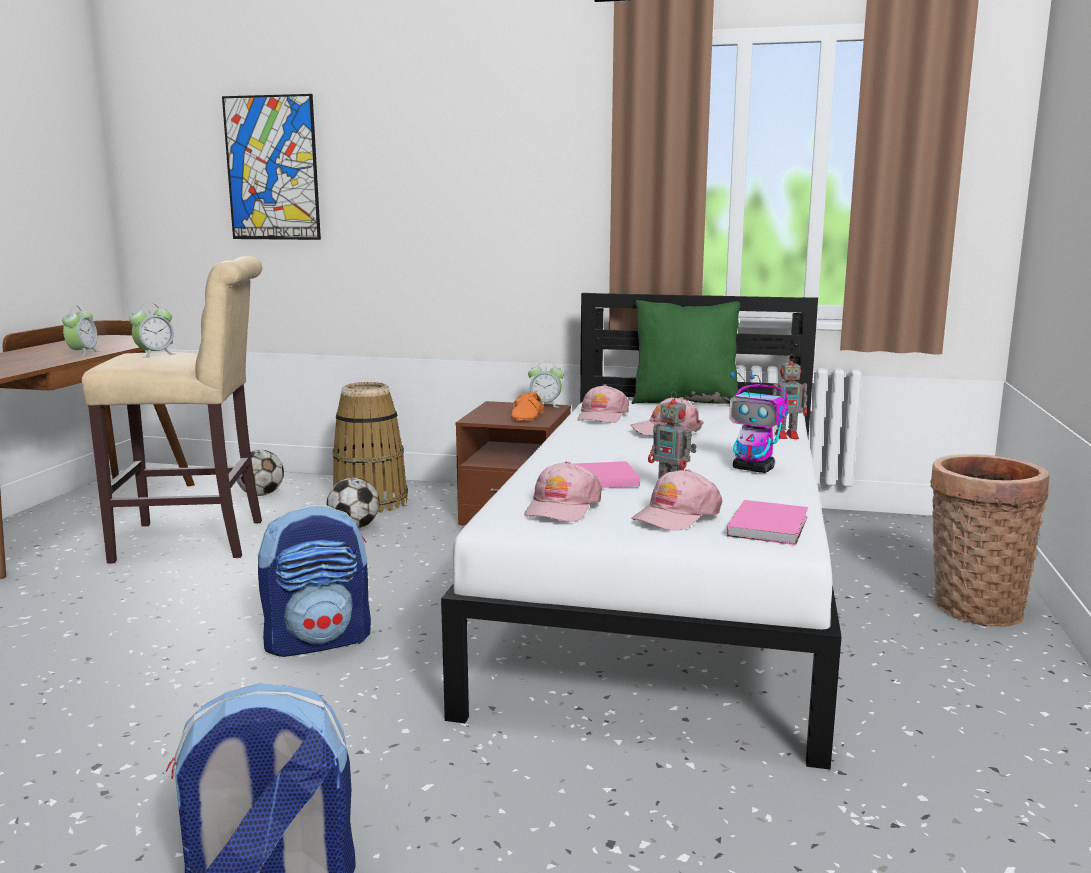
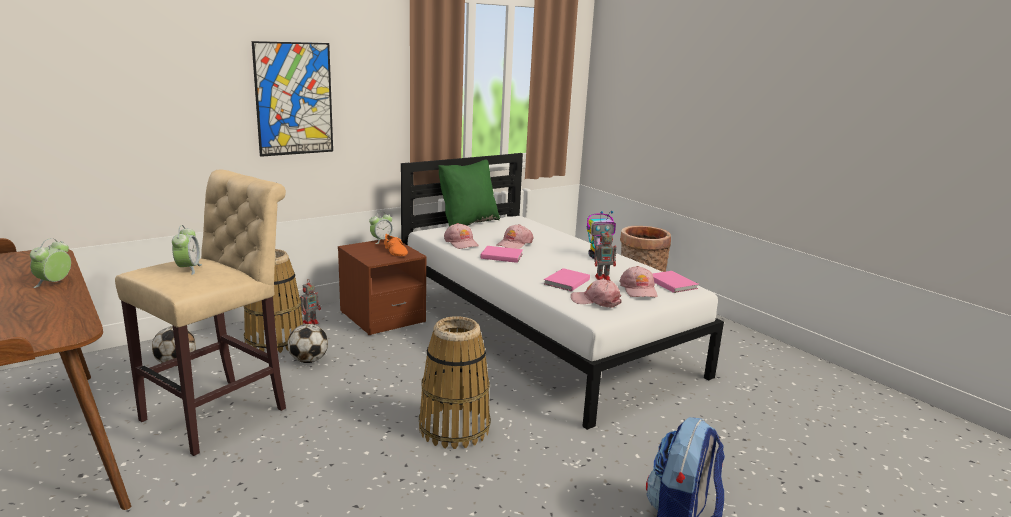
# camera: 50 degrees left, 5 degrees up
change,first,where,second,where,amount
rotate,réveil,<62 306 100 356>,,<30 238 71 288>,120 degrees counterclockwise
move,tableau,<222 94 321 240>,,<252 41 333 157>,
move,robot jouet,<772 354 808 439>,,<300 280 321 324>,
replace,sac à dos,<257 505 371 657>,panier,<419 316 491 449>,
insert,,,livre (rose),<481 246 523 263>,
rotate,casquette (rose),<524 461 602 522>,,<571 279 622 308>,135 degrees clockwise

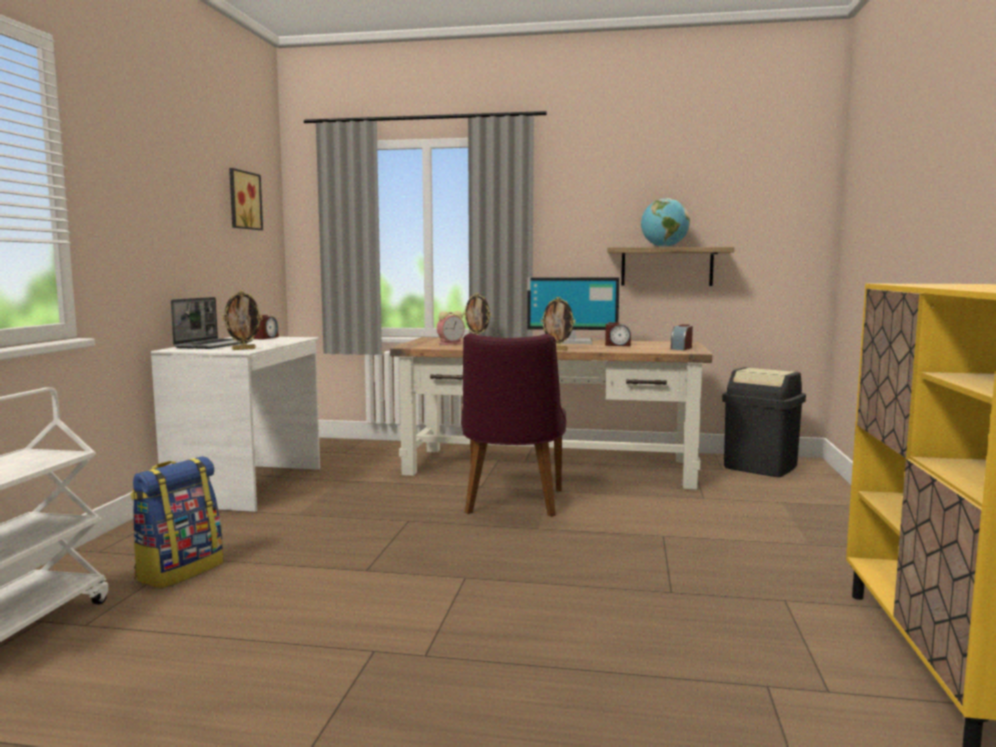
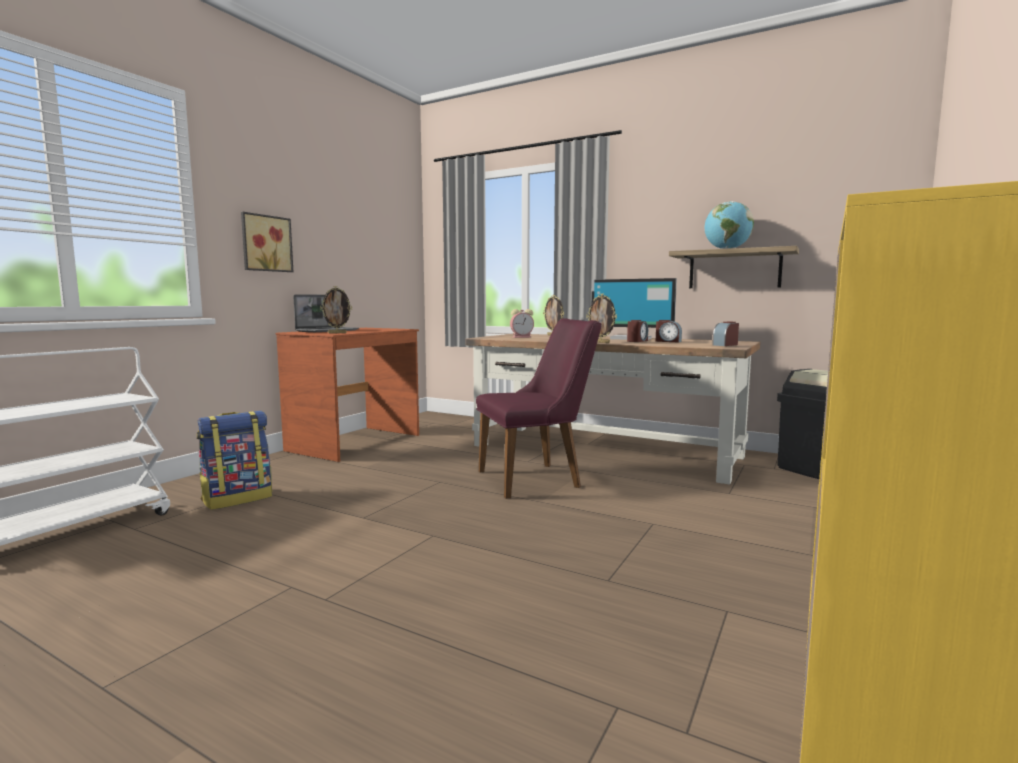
# camera: 20 degrees right, 0 degrees up
change,first,where,second,where,amount
move,tableau,<229 168 263 230>,,<241 212 293 272>,
recolor,bureau (blanc),<151 337 320 512>,bureau (marron),<275 328 419 462>,
rotate,chaise (violet),<461 333 566 517>,,<476 318 601 499>,135 degrees counterclockwise
move,réveil,<253 315 279 339>,,<627 320 648 342>,

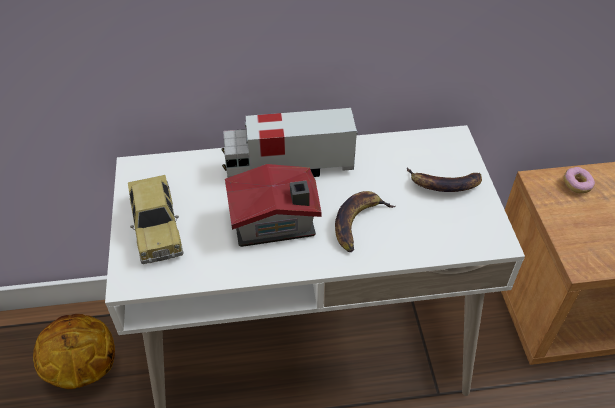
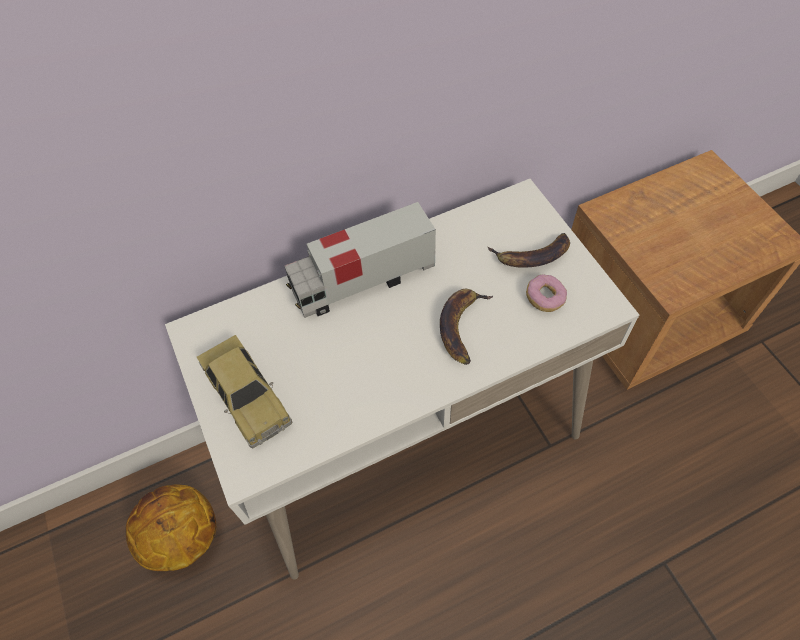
# camera: 15 degrees left, 10 degrees up
change,first,where,second,where,amount
move,beignet,<563 167 595 194>,,<526 274 567 312>,
delete,maison miniature,<225 164 322 247>,,,

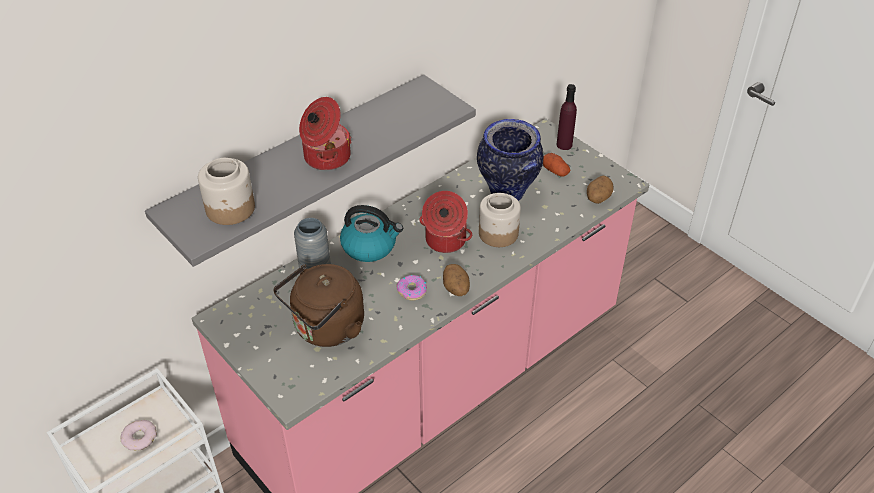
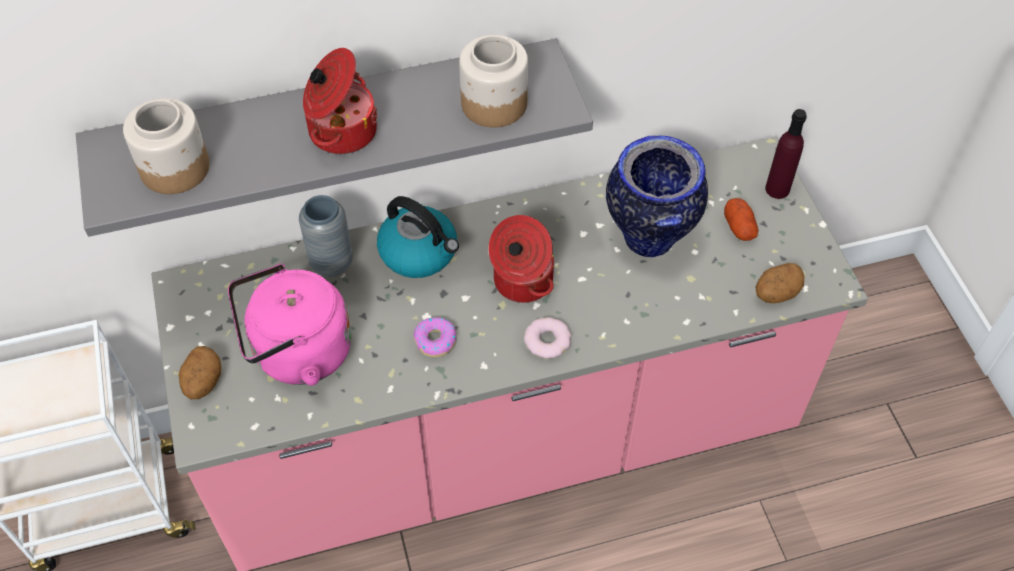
# camera: 25 degrees right, 10 degrees up
change,first,where,second,where,amount
move,pomme de terre,<443 264 470 296>,,<178 346 221 399>,
recolor,bouilloire (marron),<274 264 364 347>,bouilloire (rose),<228 264 352 385>,
move,bocal,<479 193 521 247>,,<459 35 528 127>,
move,beignet,<120 420 157 450>,,<524 317 572 359>,

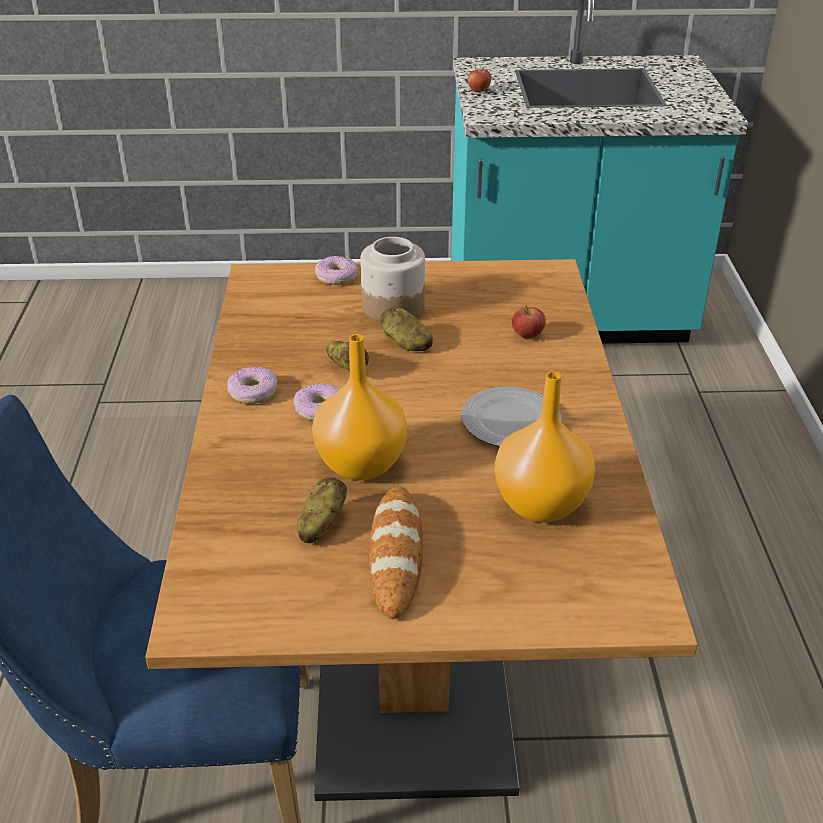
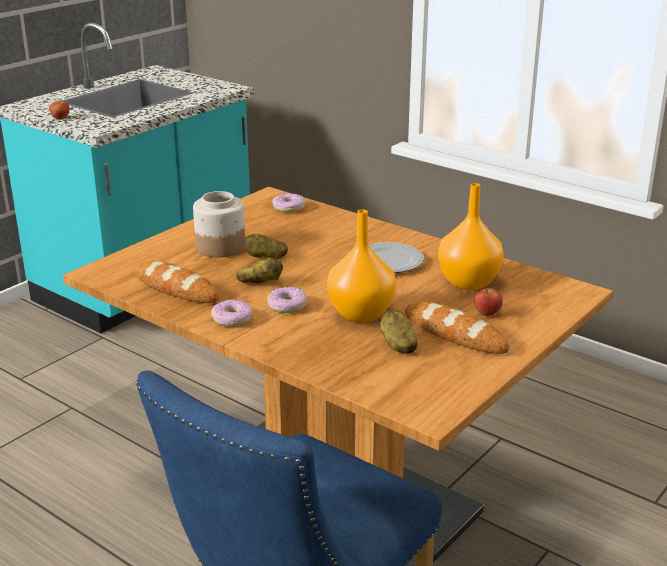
# camera: 50 degrees left, 10 degrees down
change,first,where,second,where,amount
insert,,,pain,<134 261 220 303>,
move,beignet,<315 256 358 285>,,<272 193 305 213>,
move,pomme,<512 305 546 338>,,<474 288 502 316>,

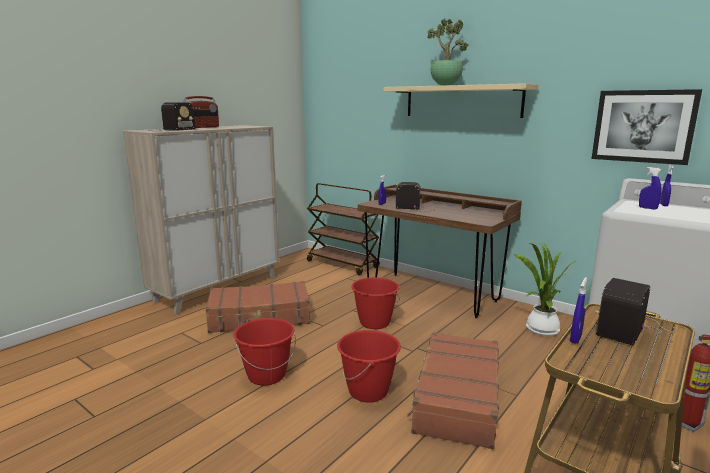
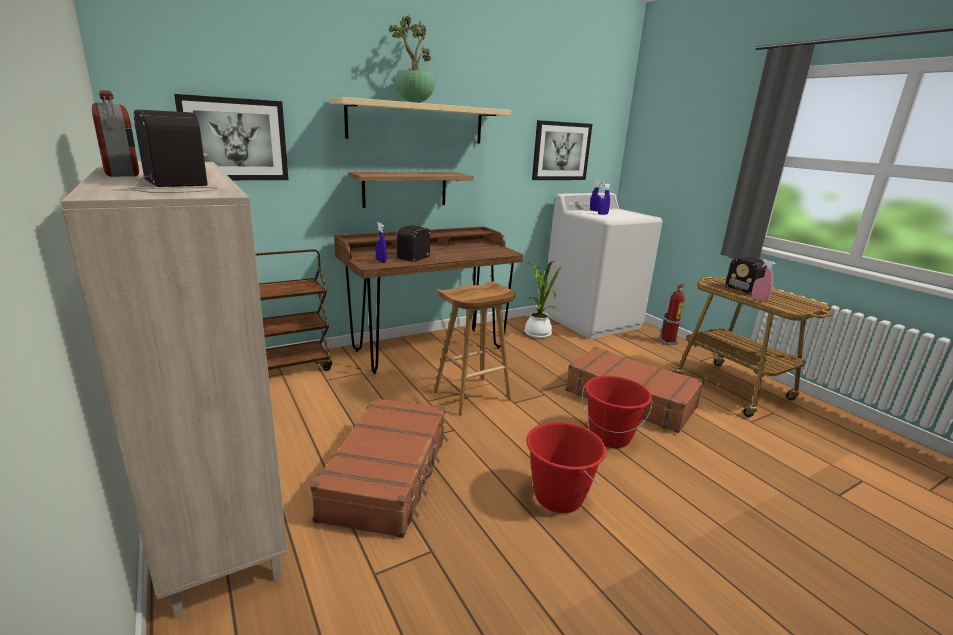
# camera: 70 degrees left, 5 degrees up
change,first,where,second,where,amount
insert,,,tableau,<174 94 288 180>,
insert,,,étagère,<348 172 473 208>,
replace,seau (rouge),<351 277 400 329>,tabouret (marron),<434 281 515 416>,
recolor,vaporisateur (bleu),<570 277 587 344>,vaporisateur (rose),<751 259 775 302>,

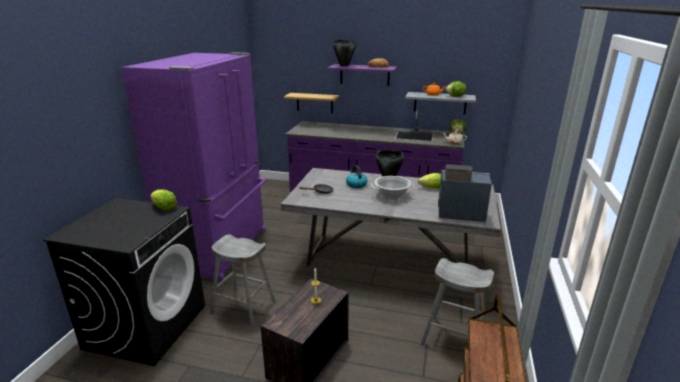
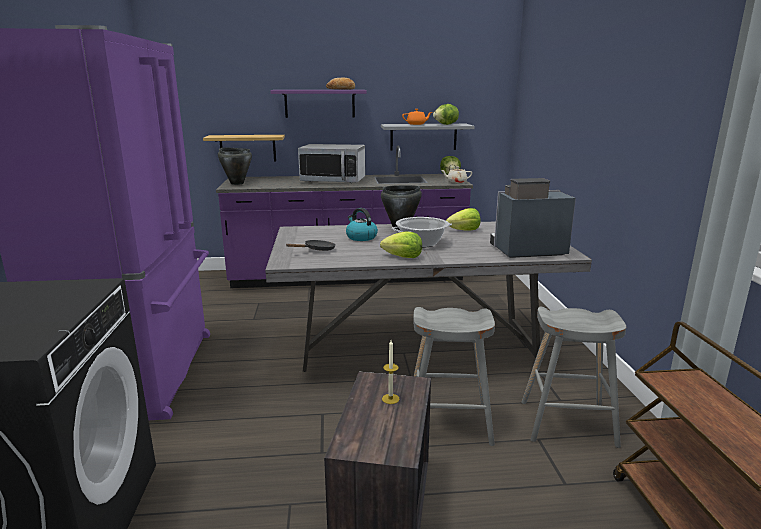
# camera: 20 degrees left, 5 degrees down
change,first,where,second,where,amount
move,marmite (noir),<333 40 356 66>,,<218 148 252 185>,
insert,,,micro-ondes,<298 144 365 183>,
move,laitue,<150 190 177 211>,,<380 231 422 258>,
move,tabouret (gris),<210 234 276 328>,,<414 307 495 446>,

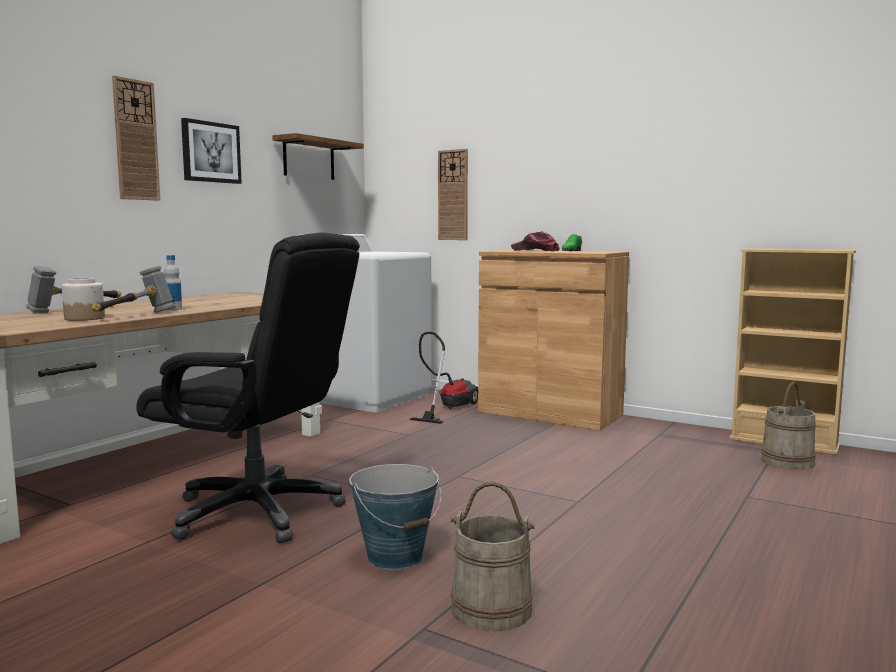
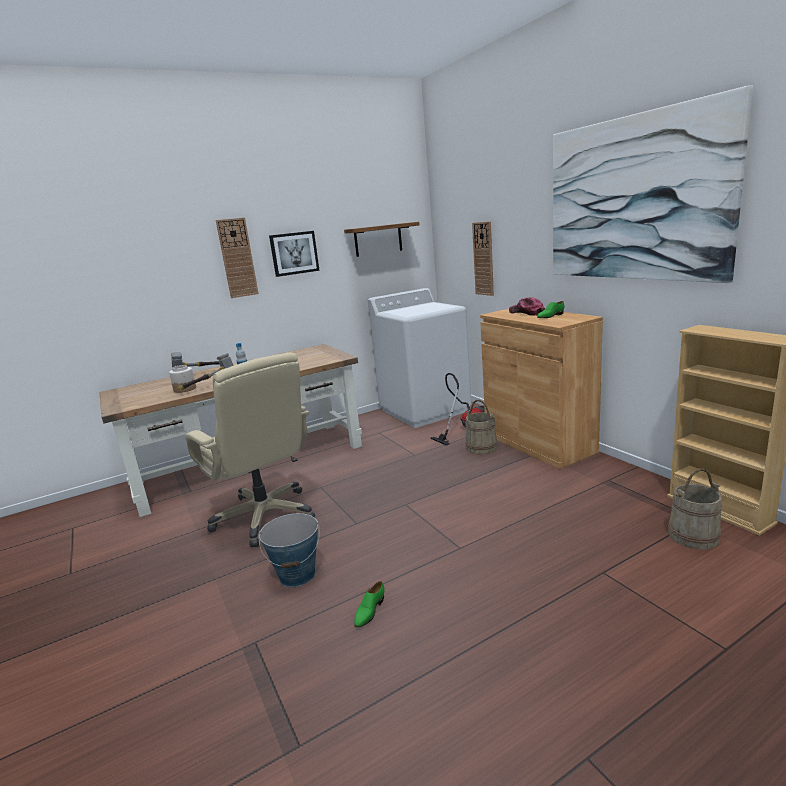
# camera: 30 degrees right, 10 degrees up
change,first,where,second,where,amount
recolor,chaise de bureau (noir),<136 233 360 543>,chaise de bureau (beige),<185 352 315 547>,
insert,,,chaussure (vert),<354 581 385 628>,
move,seau (beige),<450 481 536 632>,,<465 400 497 454>,
insert,,,tableau,<553 85 753 283>,

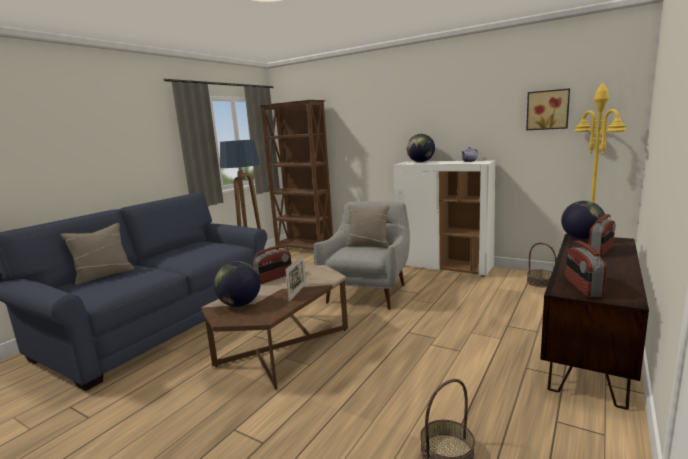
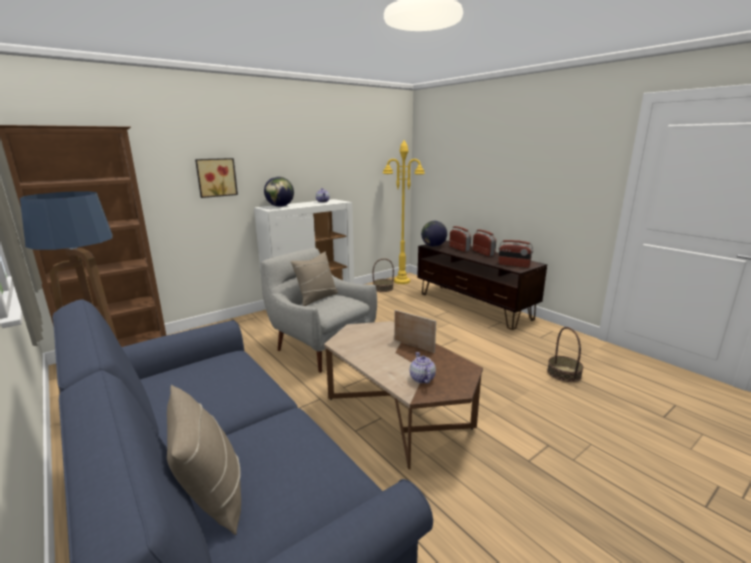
# camera: 70 degrees left, 5 degrees up
change,first,where,second,where,amount
move,tableau,<526 88 570 130>,,<195 158 238 198>,
replace,globe,<214 261 261 307>,théière,<410 352 436 383>,
move,radio,<253 245 291 284>,,<473 230 496 256>,

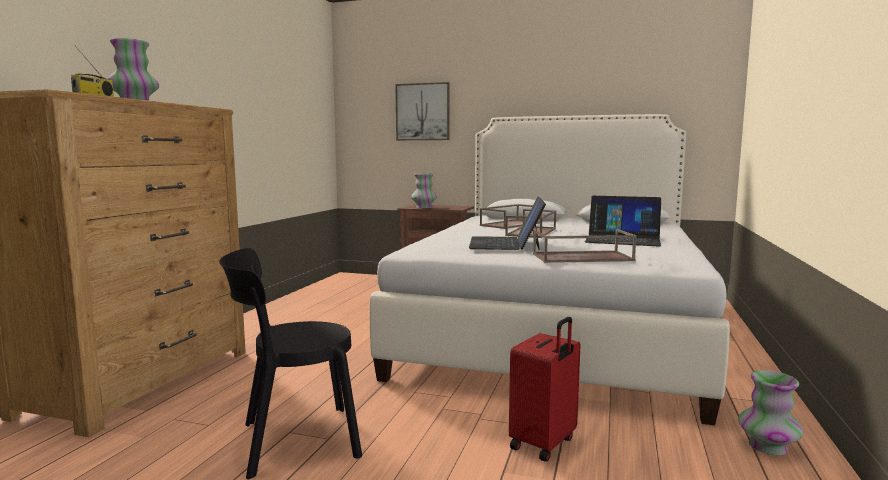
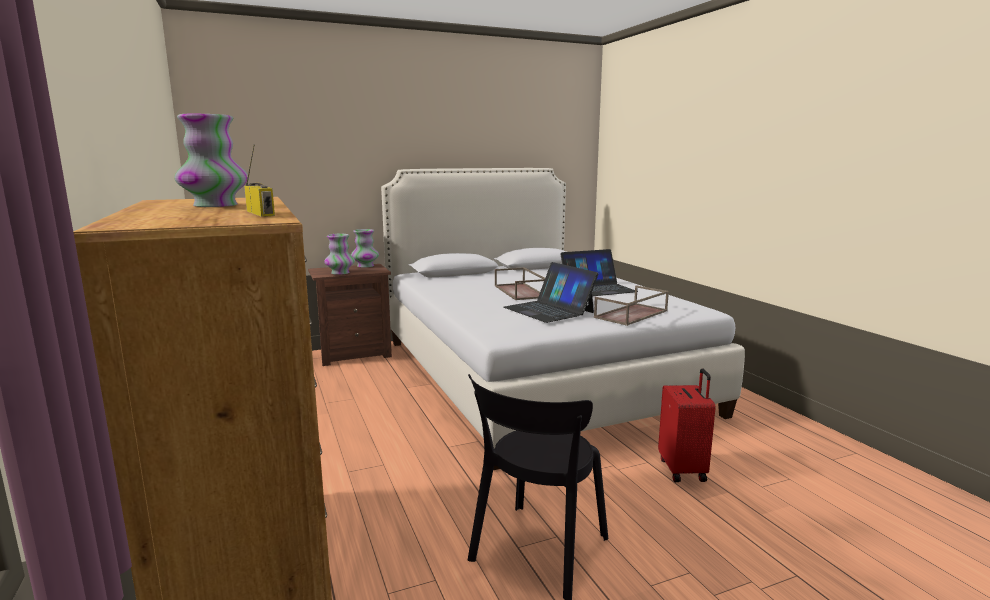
# camera: 40 degrees left, 5 degrees up
change,first,where,second,where,amount
move,vase,<738 370 804 455>,,<351 229 379 268>,
delete,tableau,<395 82 450 140>,,,
delete,plateau (marron),<480 204 542 229>,,,

